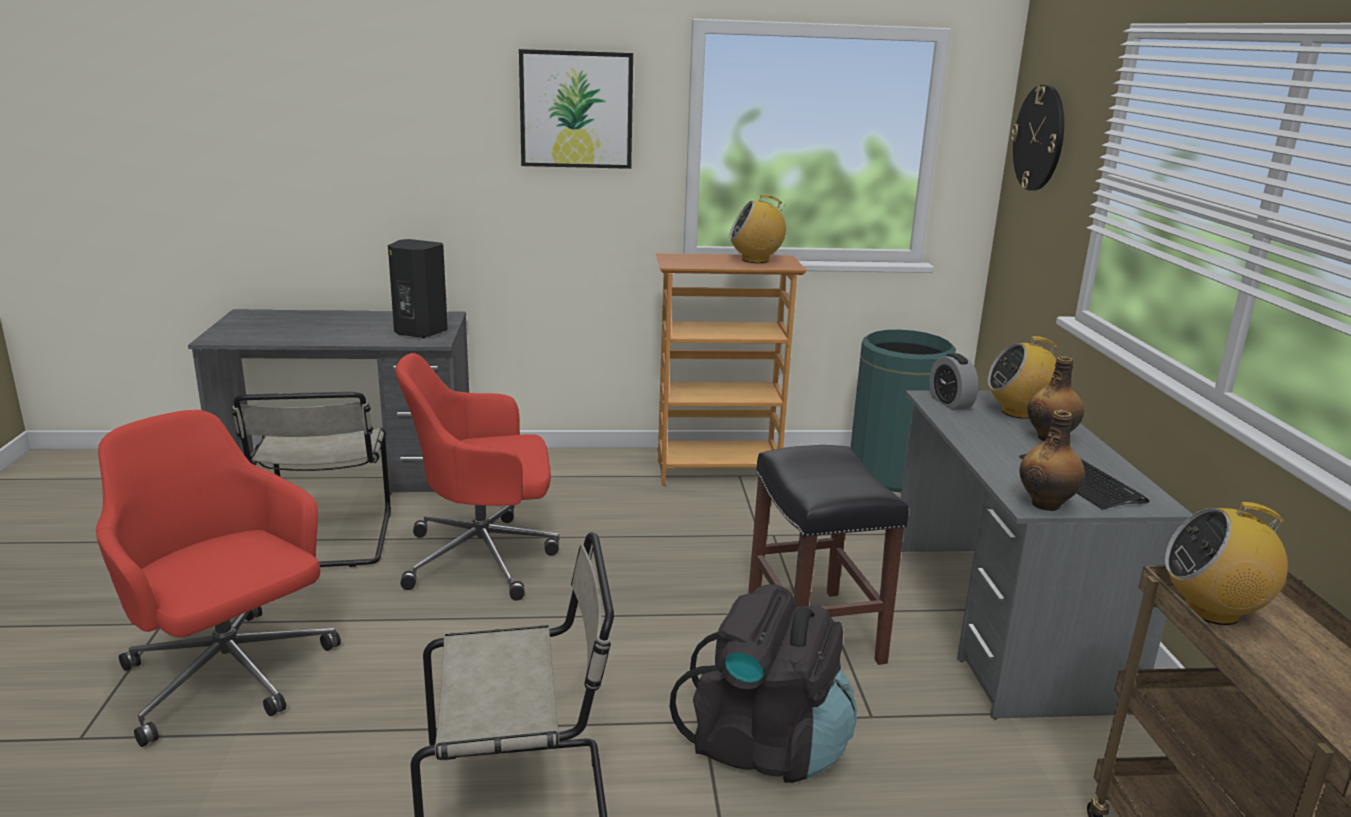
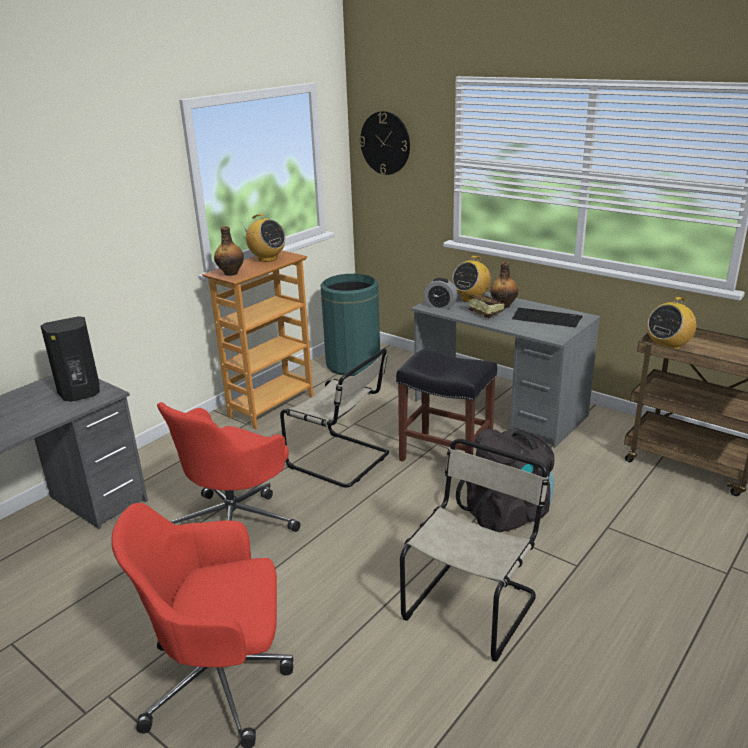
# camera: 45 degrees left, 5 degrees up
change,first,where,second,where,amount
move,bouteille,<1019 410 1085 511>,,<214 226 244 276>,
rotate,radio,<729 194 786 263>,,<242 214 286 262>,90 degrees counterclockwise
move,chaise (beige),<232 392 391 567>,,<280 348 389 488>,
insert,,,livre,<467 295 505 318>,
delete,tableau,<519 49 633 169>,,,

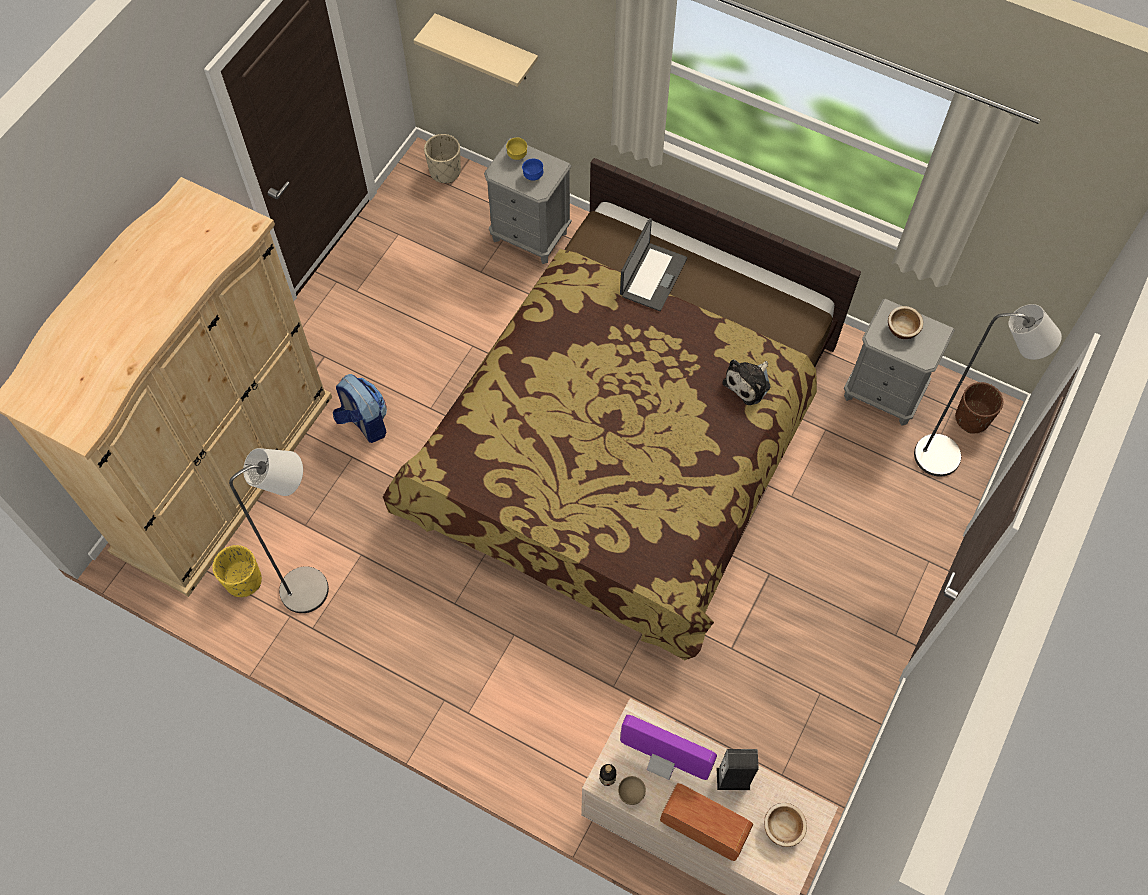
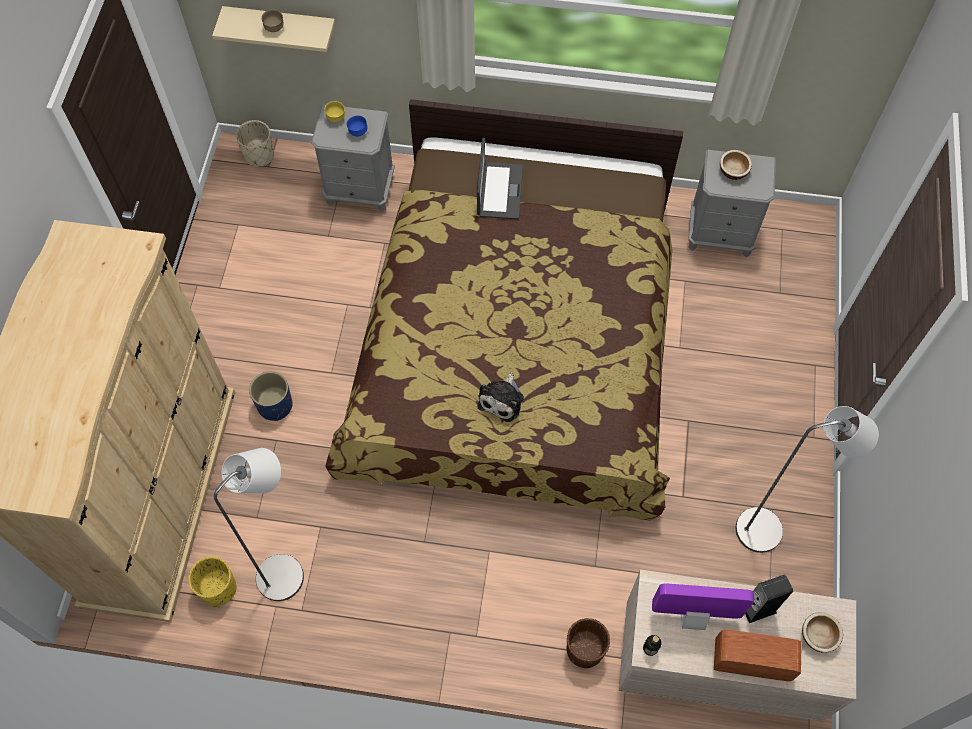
# camera: 20 degrees left, 0 degrees up
change,first,where,second,where,amount
replace,sac à dos,<333 374 387 443>,cache-pot (bleu),<249 371 293 421>,
move,bol (marron),<618 776 646 805>,,<261 9 284 32>,
move,peluche,<722 360 771 405>,,<477 373 524 422>,
move,cache-pot (marron),<955 382 1003 434>,,<567 618 610 668>,
move,lampadaire (gris),<914 304 1062 477>,,<736 406 879 553>,

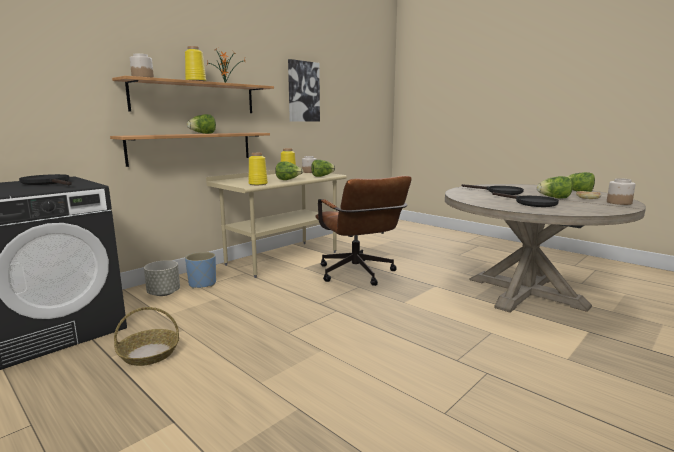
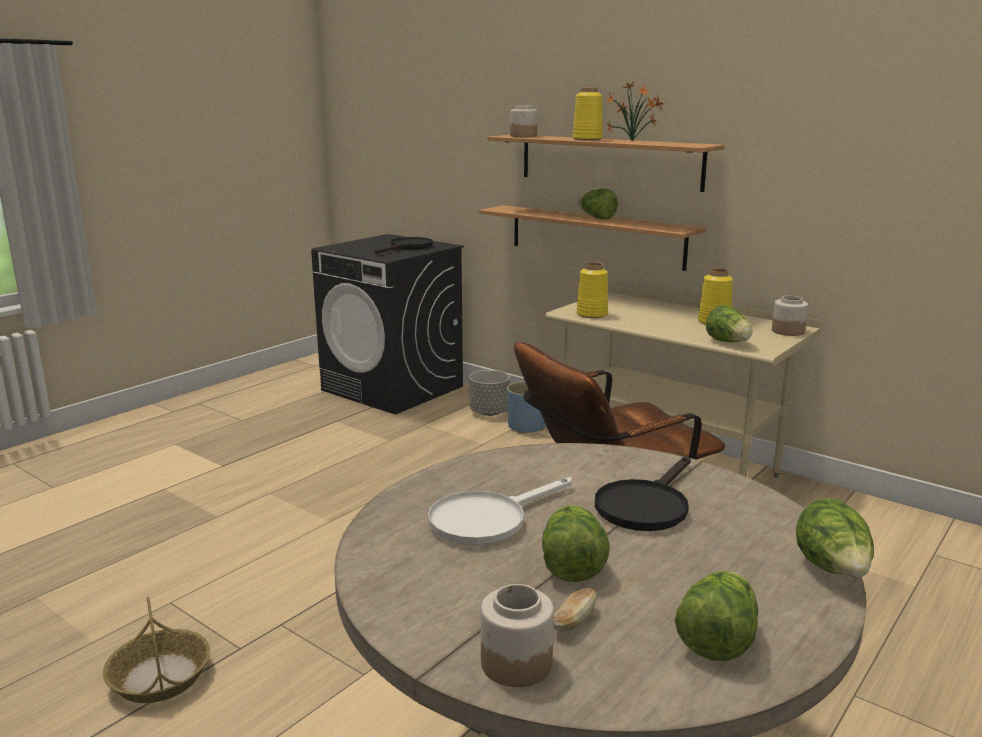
# camera: 85 degrees right, 5 degrees up
change,first,where,second,where,amount
move,panier,<114 307 179 366>,,<103 597 210 703>,
recolor,poêle (noir),<492 192 559 207>,poêle (blanc),<428 477 572 546>,
move,laitue,<275 161 303 180>,,<796 498 874 577>,
delete,tableau,<288 59 320 122>,,,

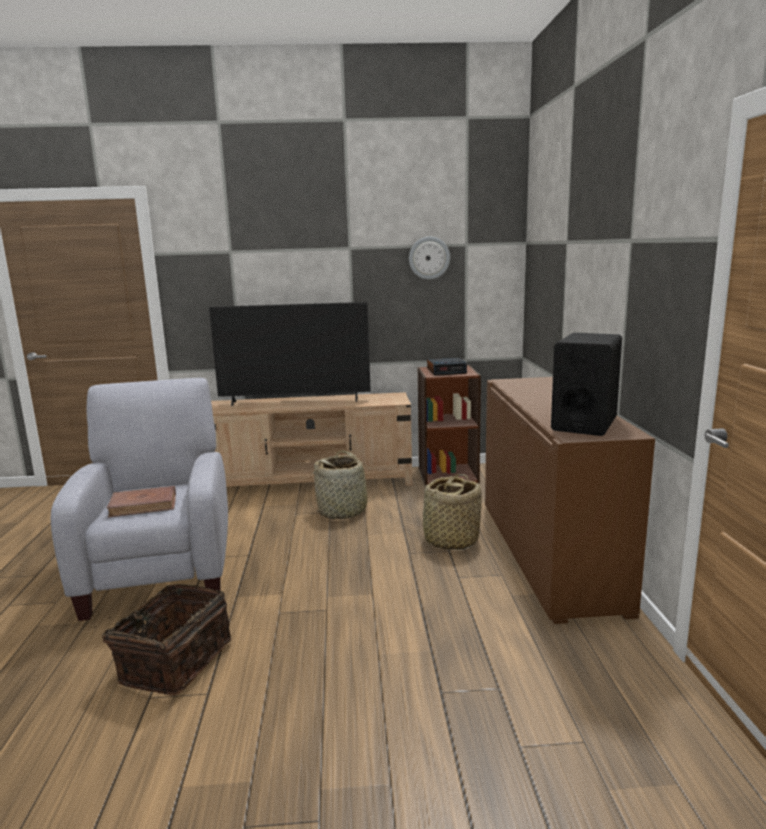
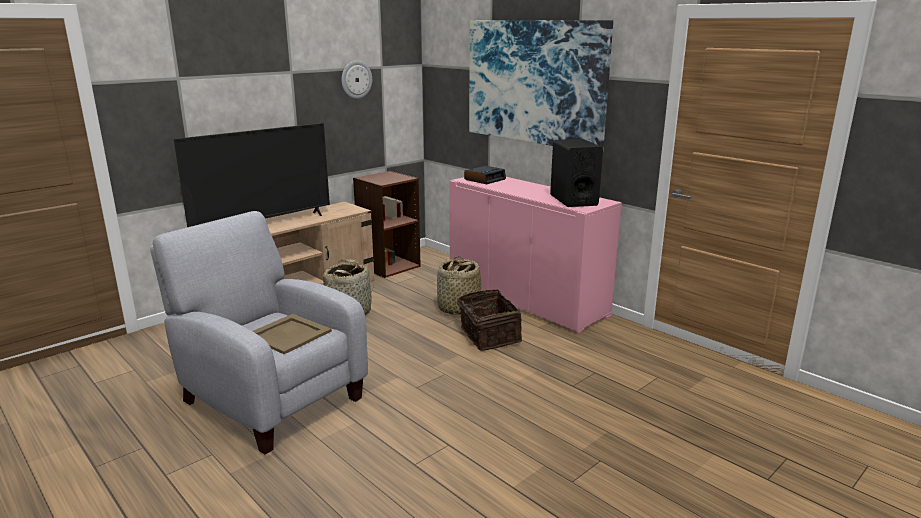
# camera: 40 degrees left, 5 degrees up
change,first,where,second,where,amount
replace,livre (marron),<106 486 176 518>,plateau (beige),<253 314 332 354>,
recolor,meuble de rangement (marron),<485 377 655 624>,meuble de rangement (rose),<449 177 622 334>,
move,panier,<94 584 231 696>,,<457 289 522 351>,
move,réveil,<427 358 467 376>,,<464 166 506 184>,
insert,,,tableau,<469 20 613 149>,

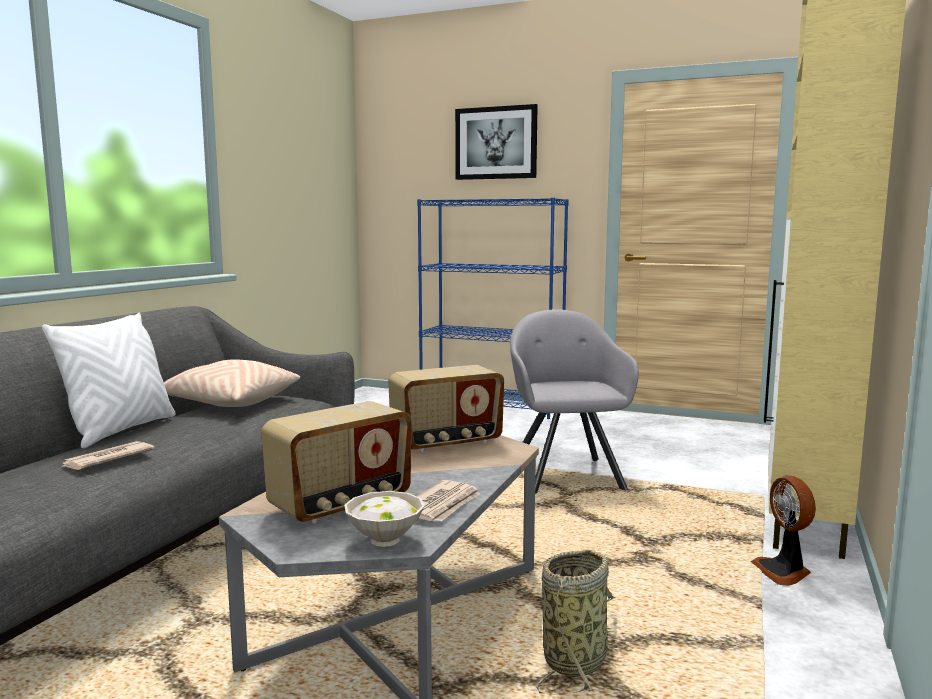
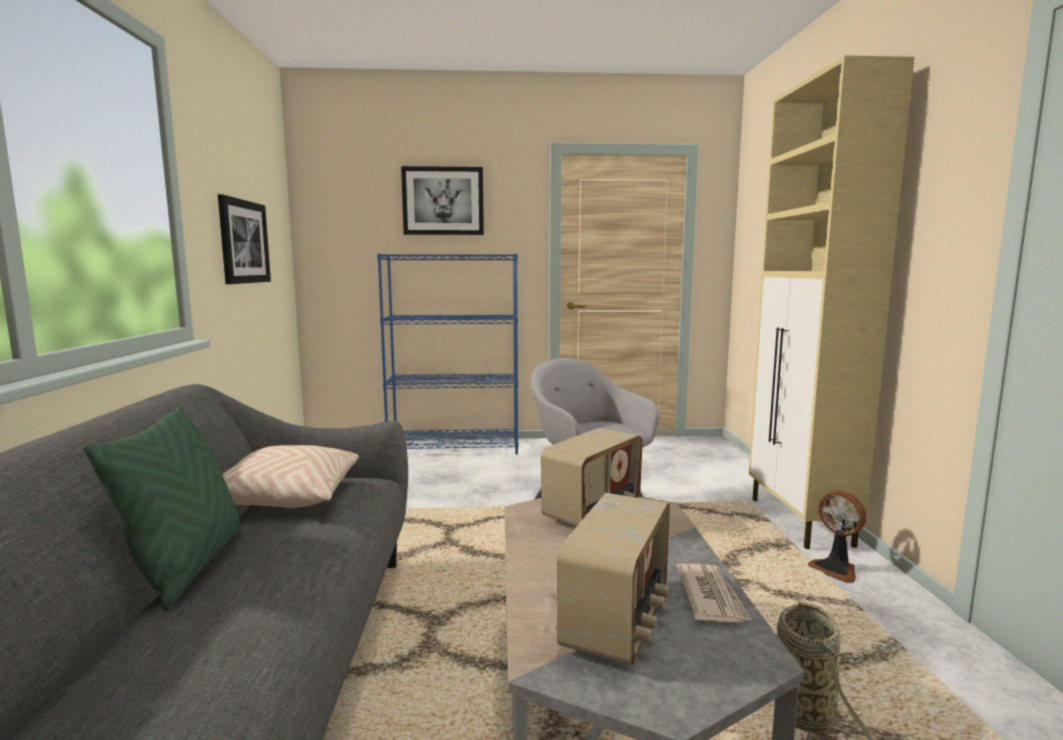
# camera: 25 degrees left, 0 degrees up
change,first,where,second,where,amount
recolor,coussin (blanc),<42 313 176 449>,coussin (vert),<83 406 241 611>,
insert,,,tableau,<218 194 271 284>,
delete,journal,<60 441 155 470>,,,
delete,bol (blanc),<344 491 425 547>,,,

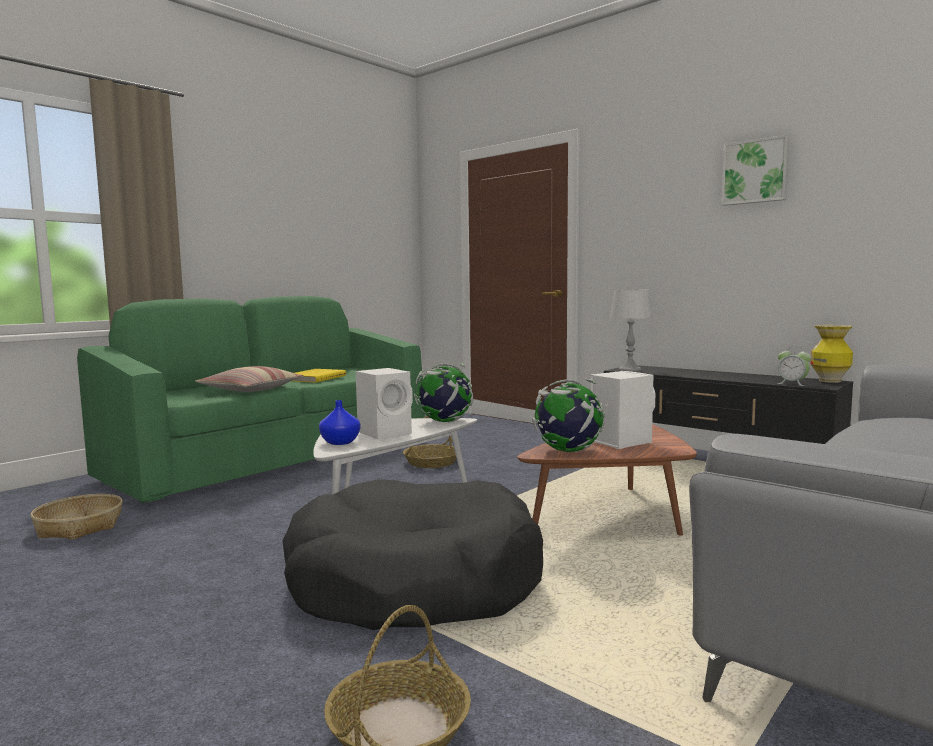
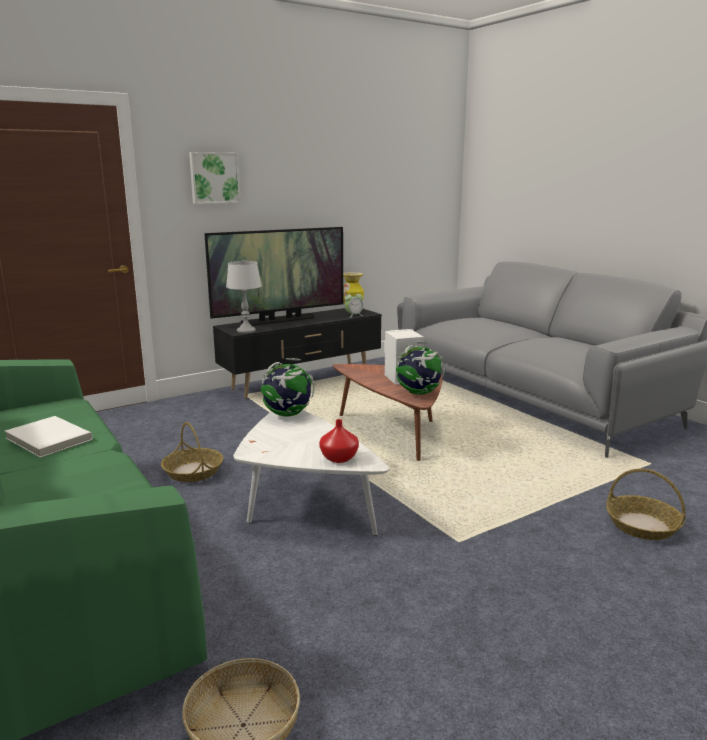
# camera: 75 degrees left, 10 degrees up
change,first,where,second,where,amount
recolor,livre (jaune),<293 369 346 383>,livre (blanc),<5 416 93 457>,
move,tableau,<721 135 790 206>,,<189 152 241 204>,
insert,,,téléviseur,<204 227 343 326>,
recolor,vase (bleu),<319 400 360 445>,vase (rouge),<319 419 359 463>,
delete,coussin,<195 366 303 392>,,,
delete,panier pour chien (noir),<283 480 543 630>,,,
delete,enceinte (blanc),<356 368 413 440>,,,

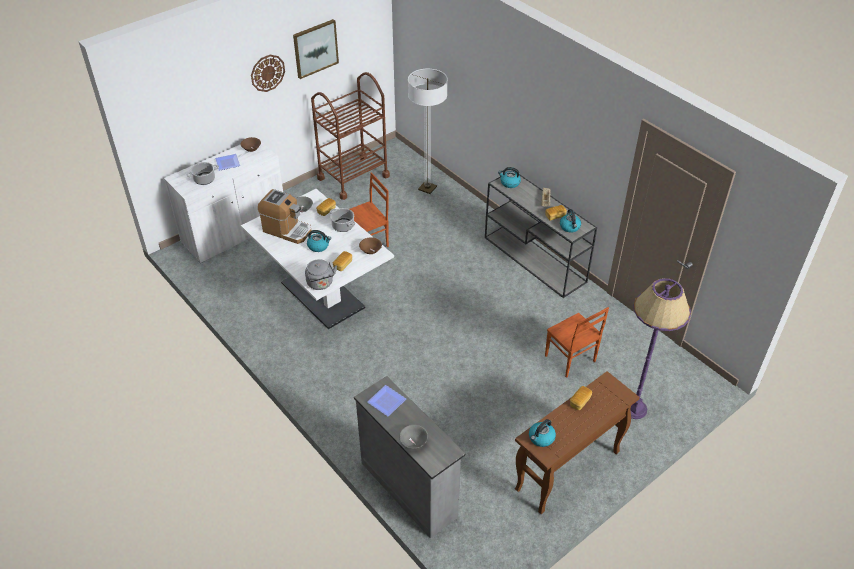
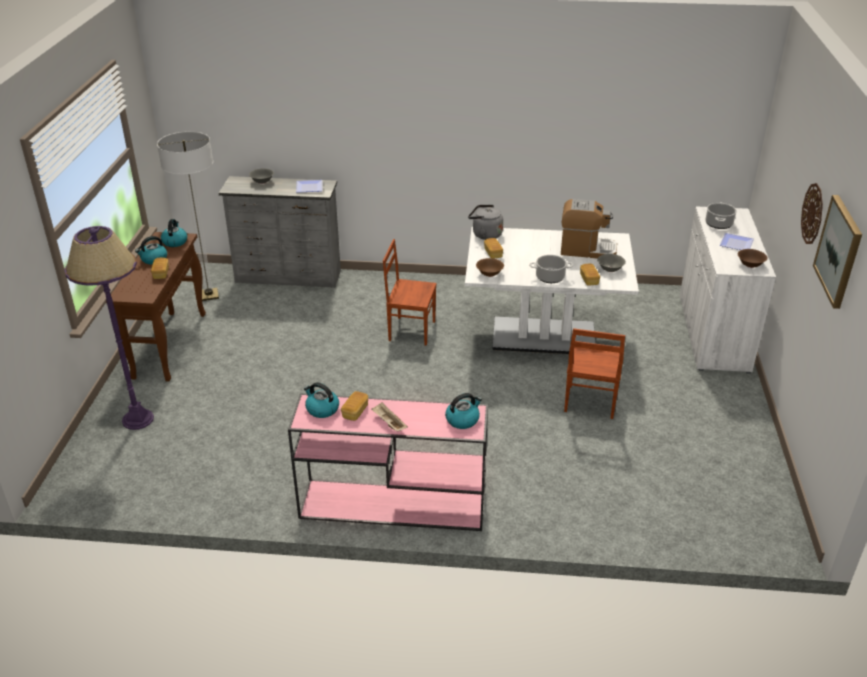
# camera: 135 degrees right, 10 degrees down
change,first,where,second,where,amount
move,bouilloire,<307 230 331 252>,,<135 236 167 265>,
move,lampadaire,<408 69 448 194>,,<157 131 219 301>,
recolor,table console (gris),<485 170 597 298>,table console (rose),<288 393 488 531>,
move,chaise (marron),<545 307 609 378>,,<383 239 437 346>,
rotate,machine à café,<258 189 311 244>,,<561 199 617 259>,150 degrees counterclockwise
delete,chariot (marron),<311 72 390 200>,,,

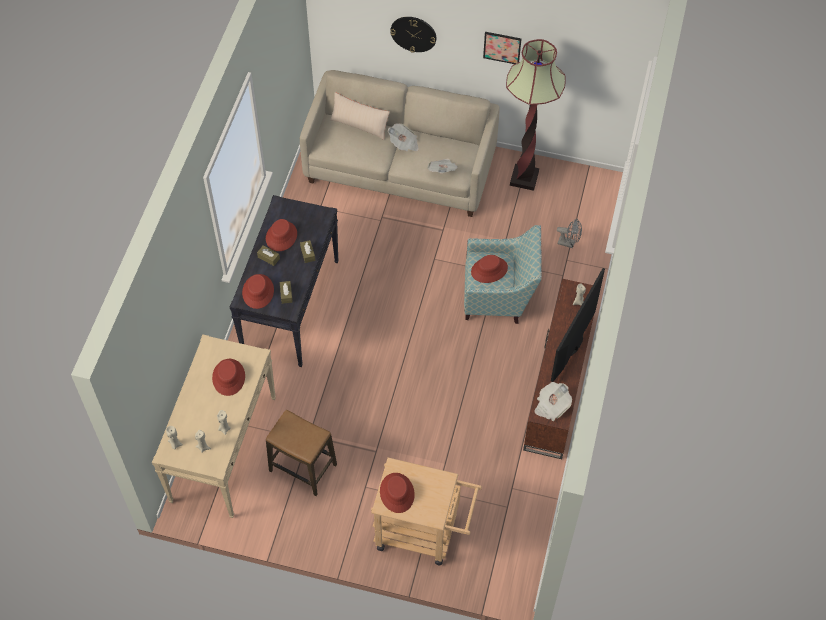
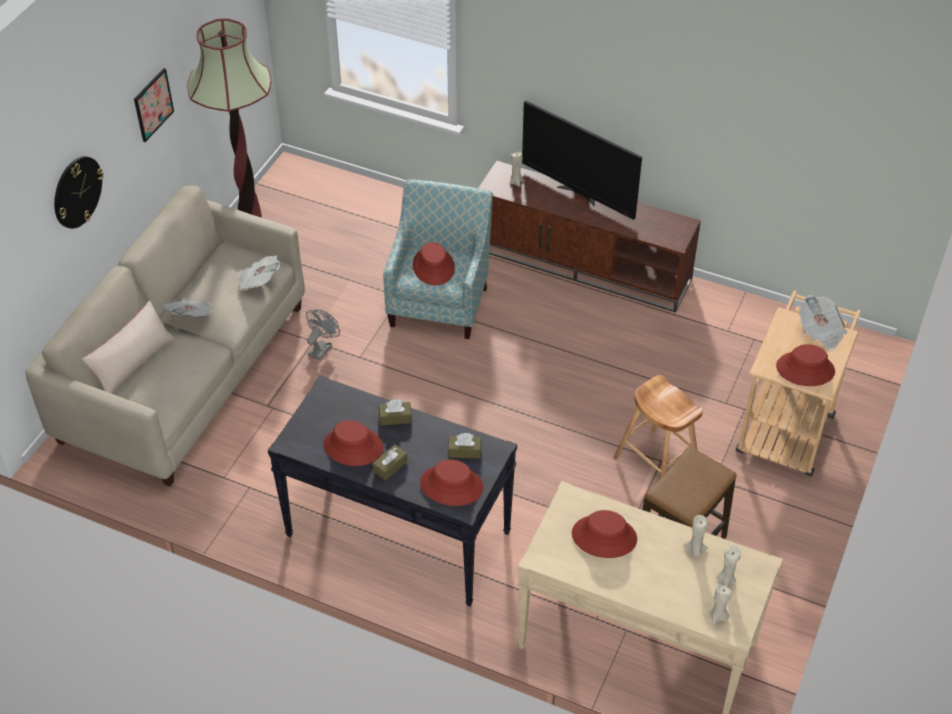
# camera: 80 degrees left, 10 degrees down
change,first,where,second,where,amount
move,ventilateur (gris),<557 219 582 248>,,<306 310 340 360>,
insert,,,tabouret (marron),<613 375 703 477>,
move,journal,<535 382 572 421>,,<799 295 847 351>,

